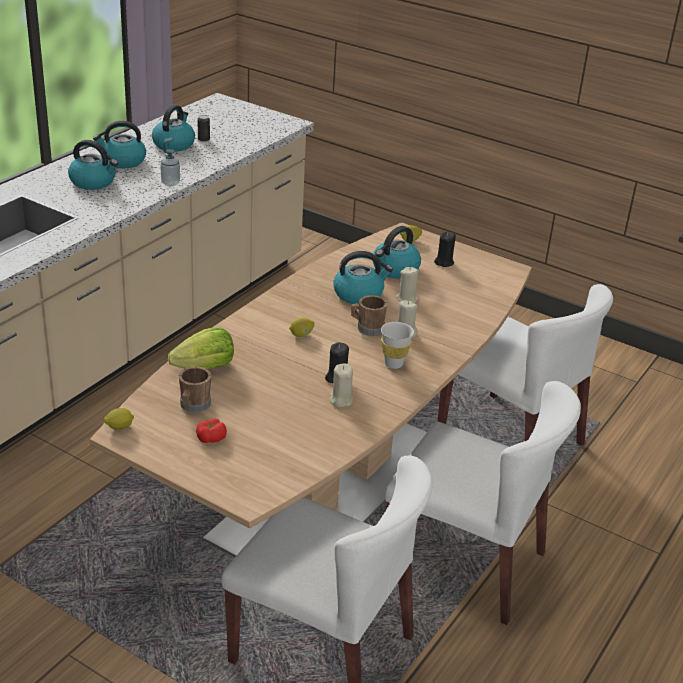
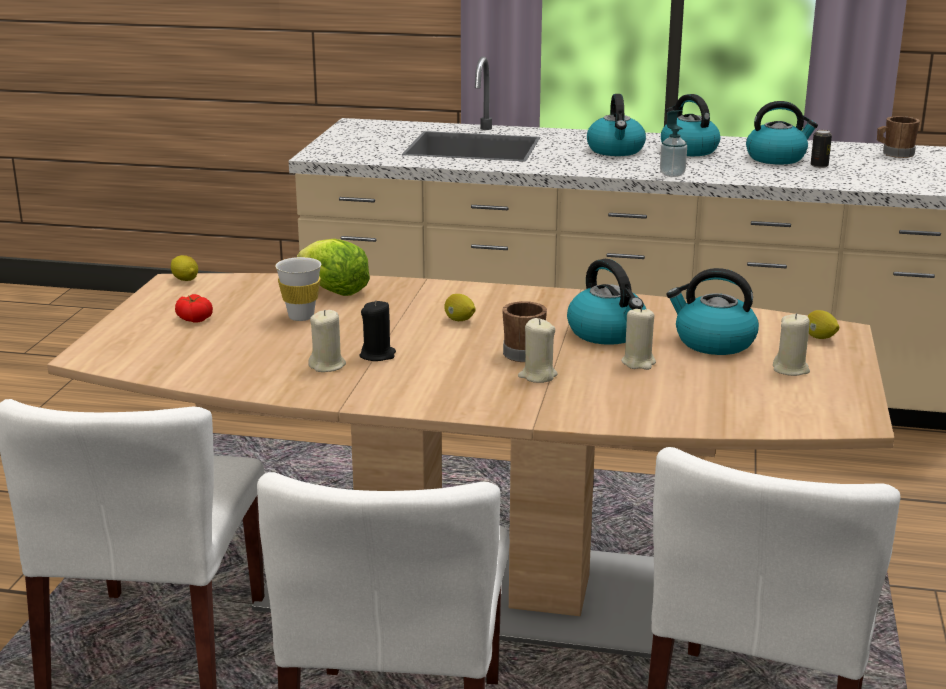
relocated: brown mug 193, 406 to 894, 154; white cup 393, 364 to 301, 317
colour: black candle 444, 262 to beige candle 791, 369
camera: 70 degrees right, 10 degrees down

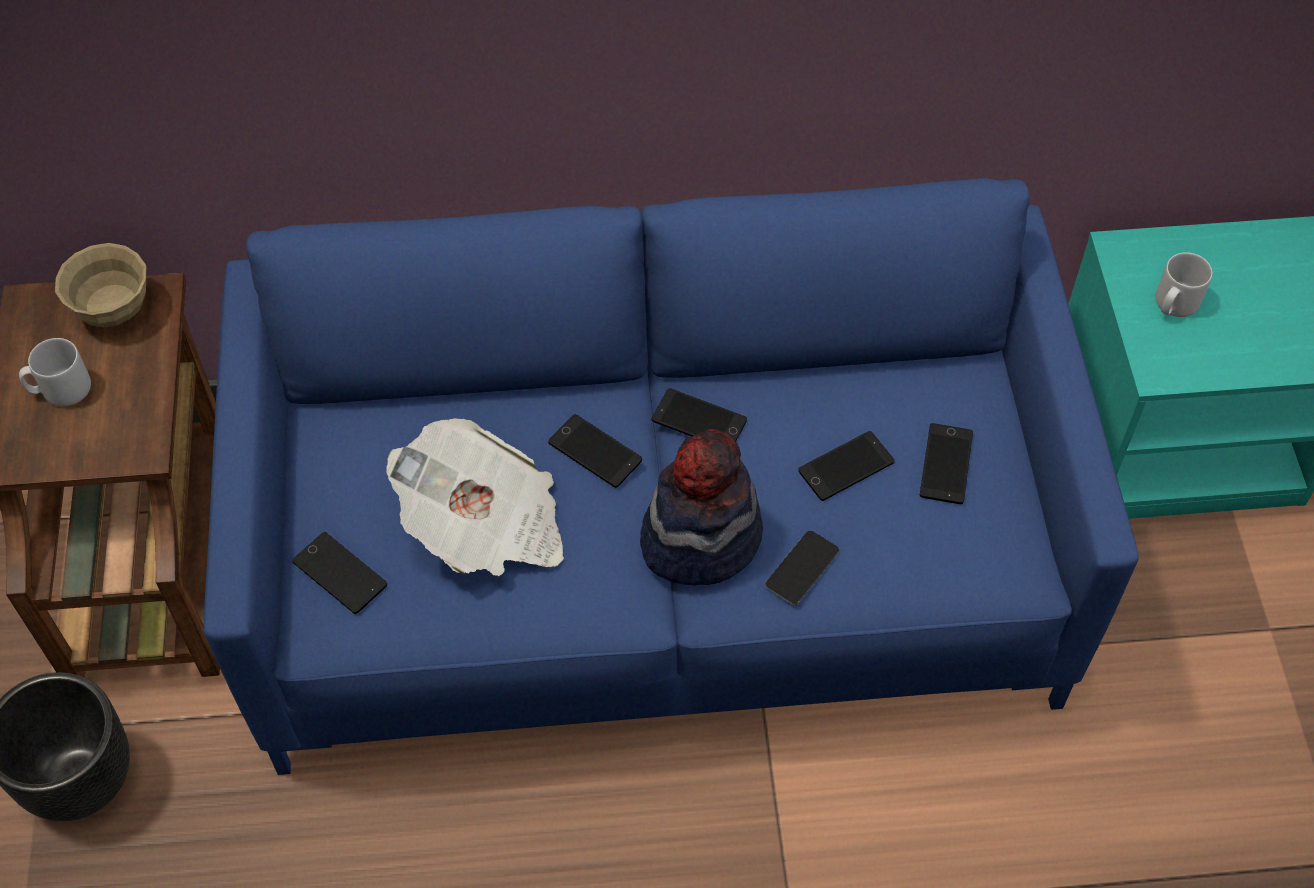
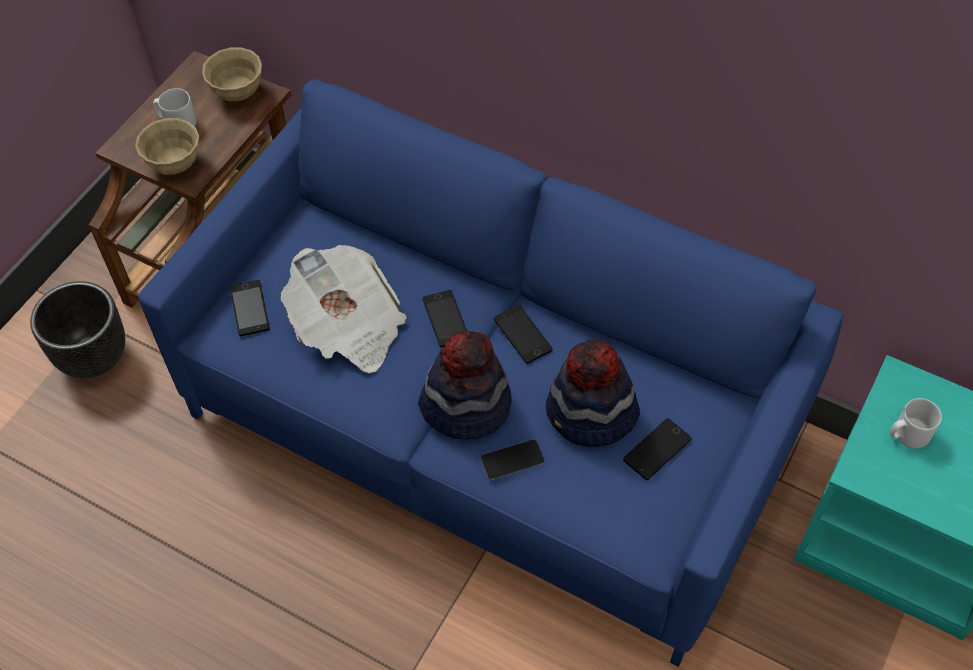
appeared: beige bowl 174, 164
exchanged: phone 846, 466 to hat 591, 414
camera: 35 degrees right, 0 degrees up

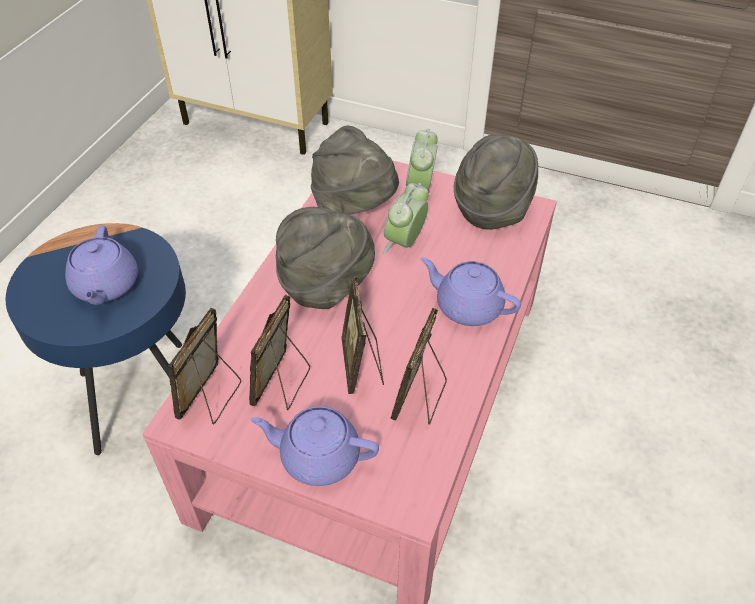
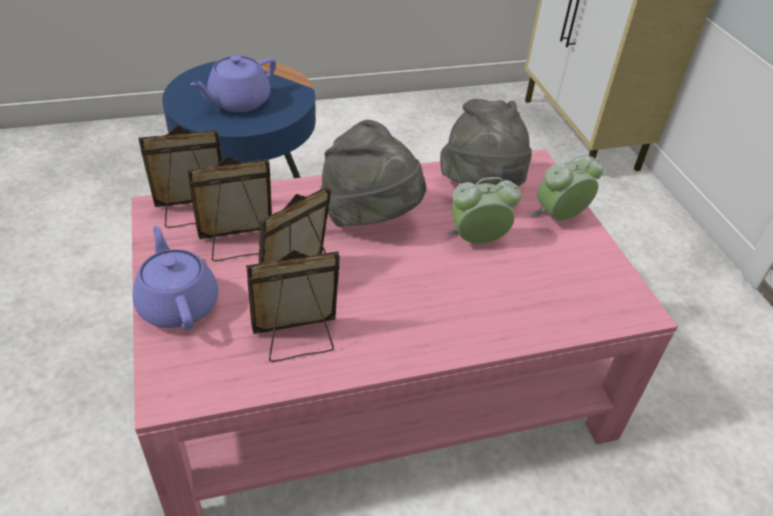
missing: purple teapot 467, 306; grey hat 492, 209
camera: 50 degrees right, 5 degrees down

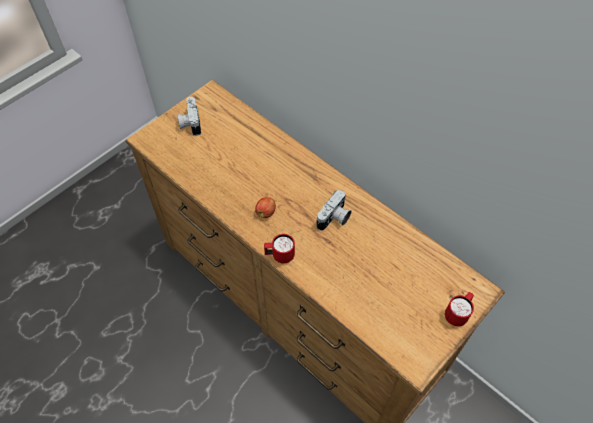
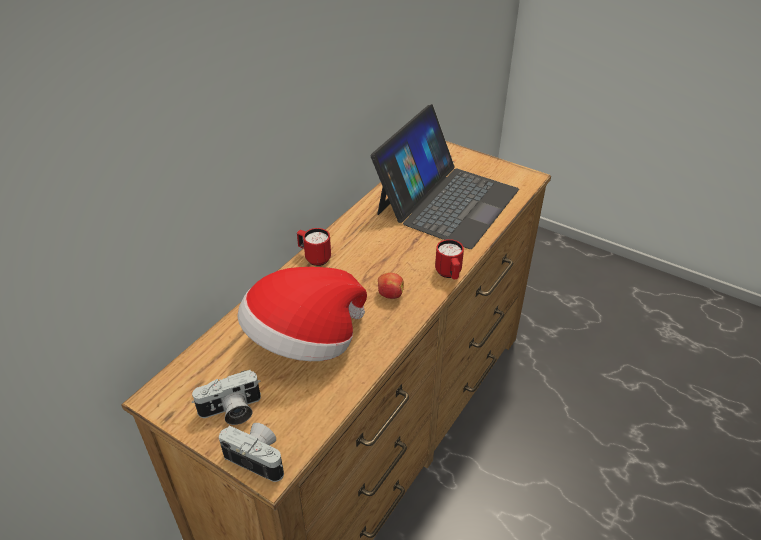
appeared: hat 304, 341; laptop 446, 201
relocated: photo camera 334, 219 to 259, 457; red mug 457, 314 to 314, 258
camera: 100 degrees left, 15 degrees down

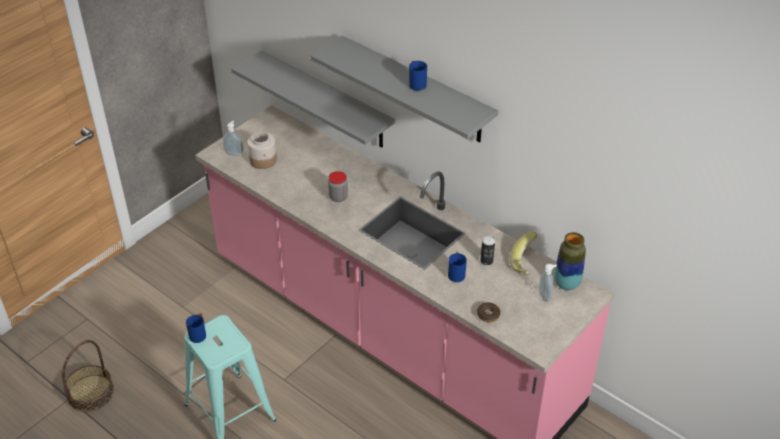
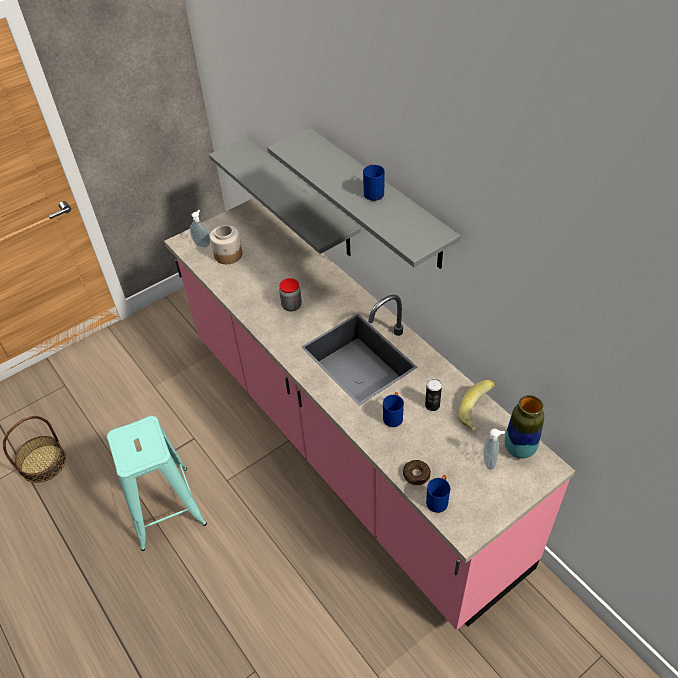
relocated: blue mug 199, 334 to 438, 499
camera: 15 degrees right, 5 degrees up

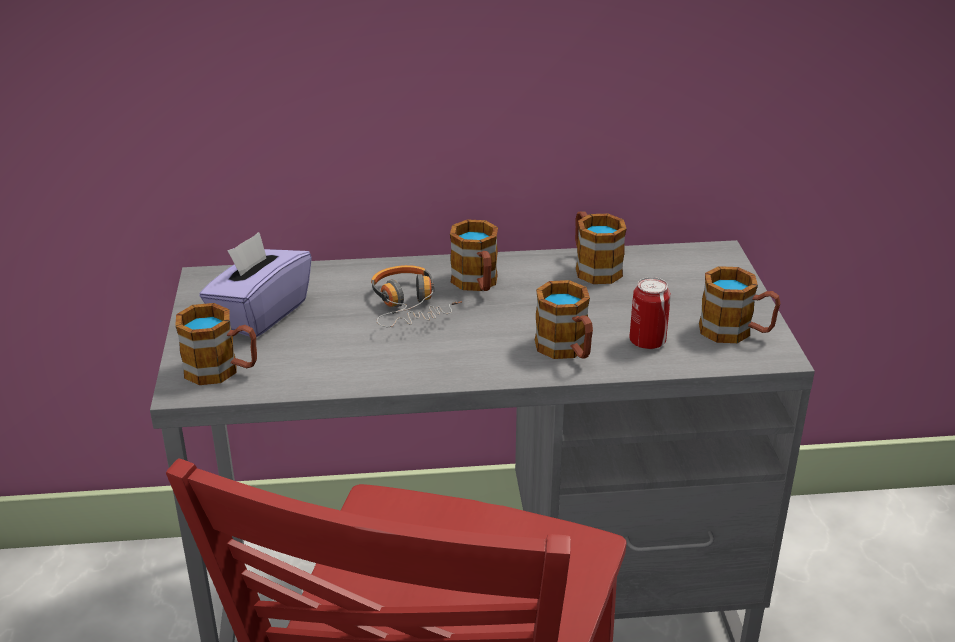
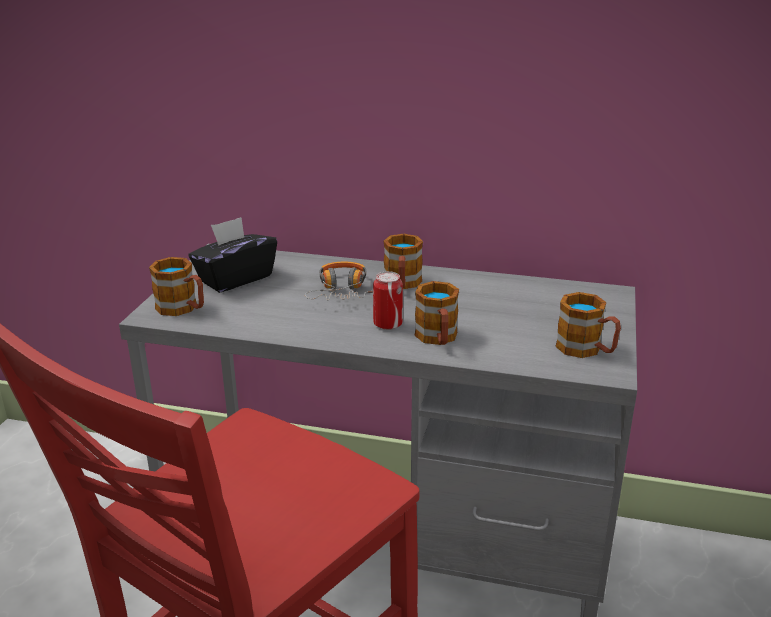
missing: mug 593, 267
relocated: can 647, 342 to 388, 324
colour: purple tissue box 260, 314 to black tissue box 235, 278
camera: 20 degrees right, 5 degrees down

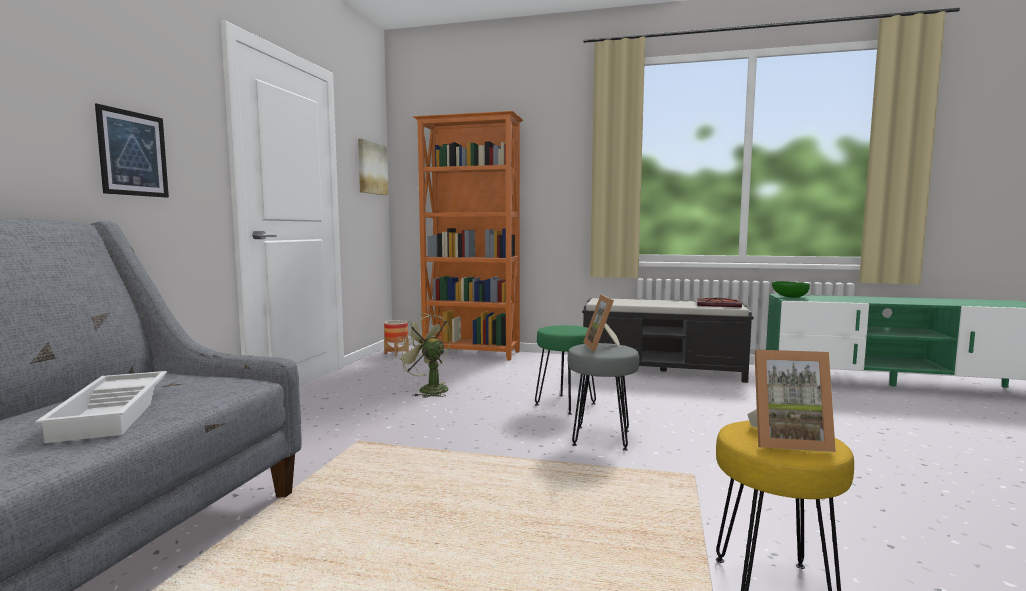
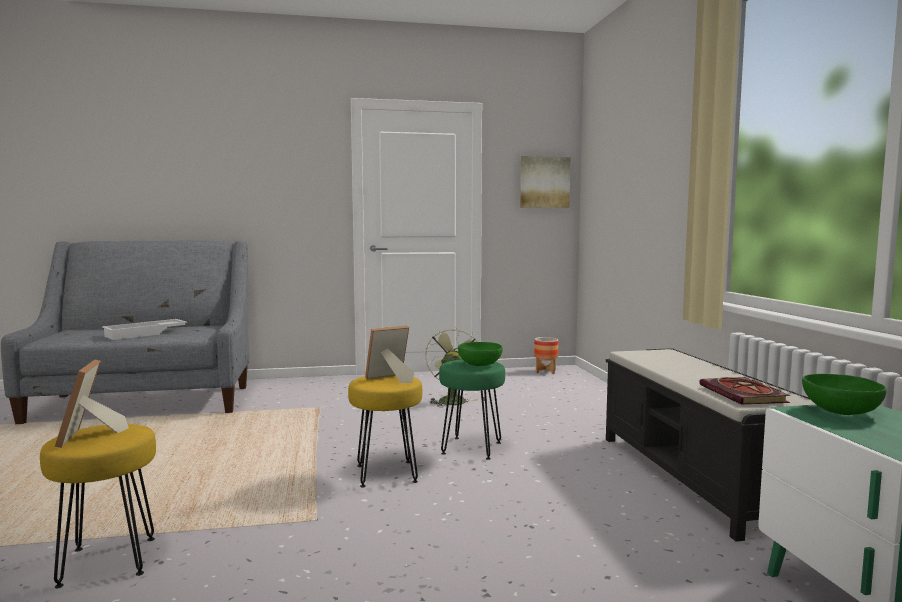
missing: picture 133, 153; orange bookcase 472, 353
appeared: green bowl 480, 364
colour: grey stool 602, 437 to yellow stool 387, 474
camera: 65 degrees right, 0 degrees up

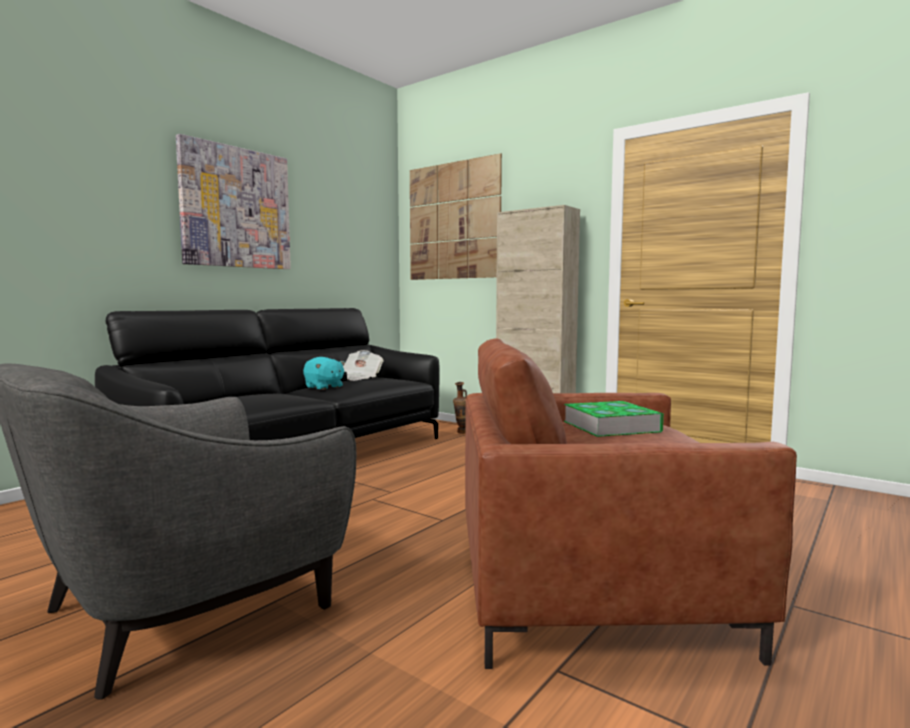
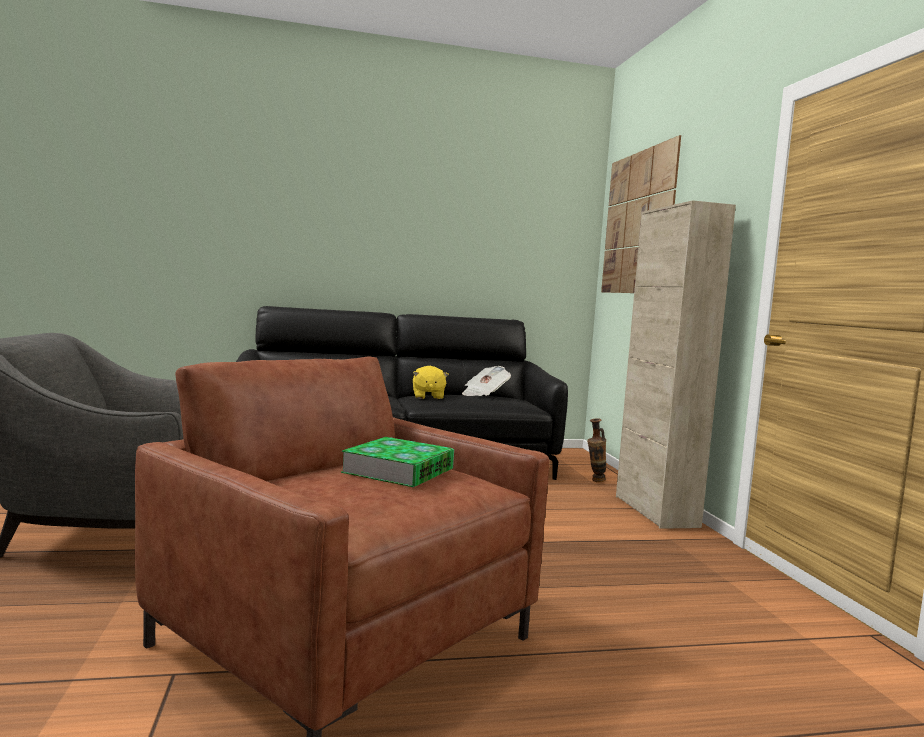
missing: picture 236, 208
colour: turquoise plush toy 324, 387 to yellow plush toy 428, 397
camera: 40 degrees right, 0 degrees up

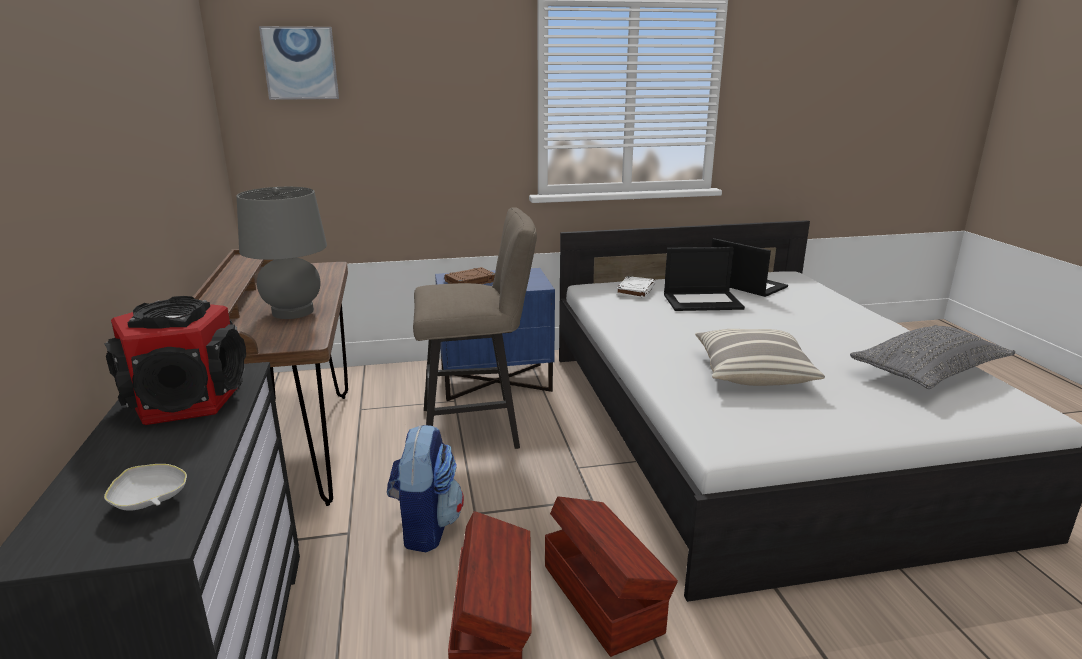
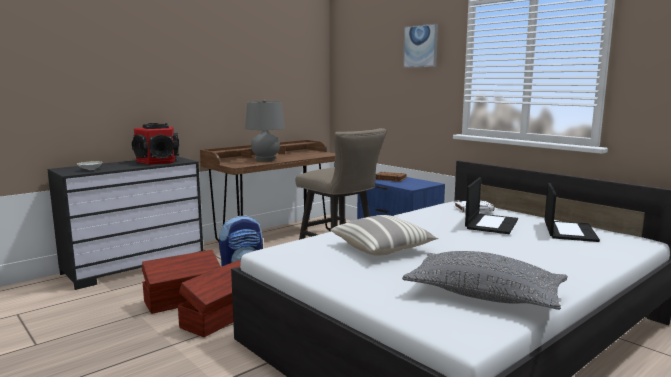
relocated: picture 300, 63 to 420, 46
spun: laptop 703, 301 = 491, 224 120 degrees counterclockwise
camera: 60 degrees right, 10 degrees down

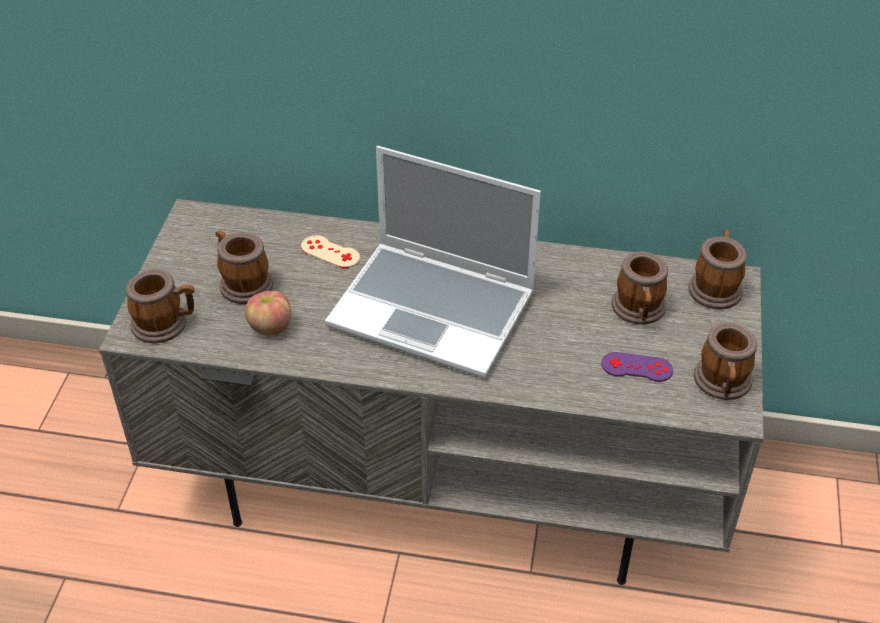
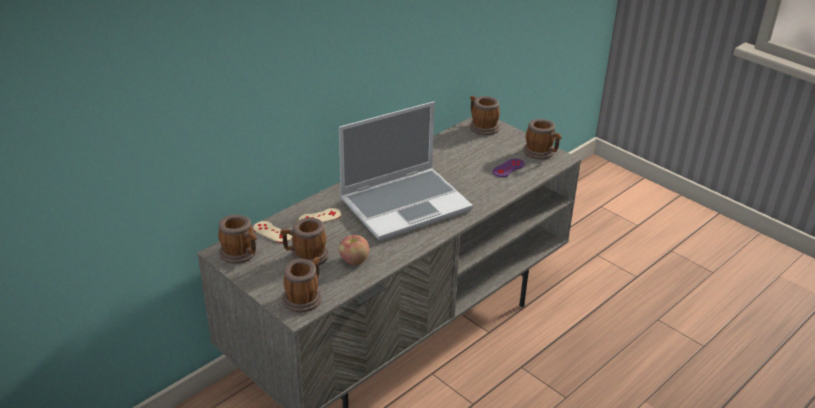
appeared: beige game controller 272, 232
relocated: mug 639, 311 to 241, 254
camera: 55 degrees left, 10 degrees down

